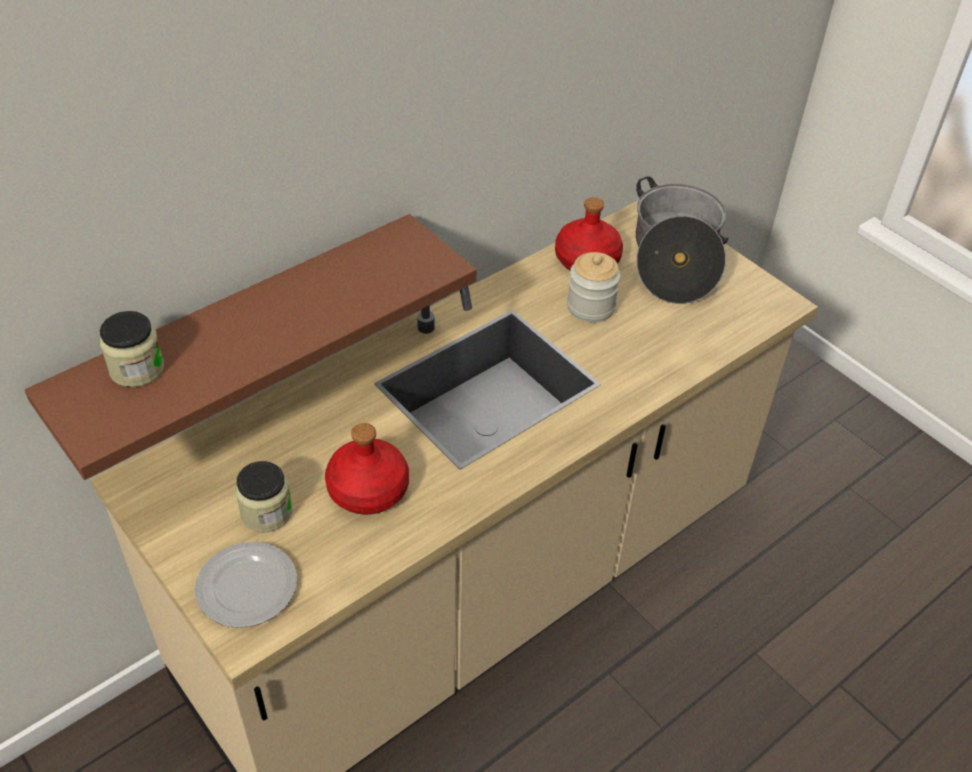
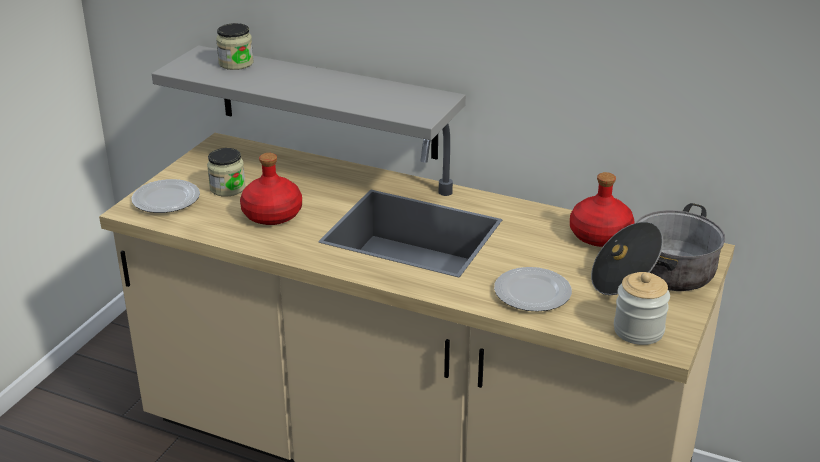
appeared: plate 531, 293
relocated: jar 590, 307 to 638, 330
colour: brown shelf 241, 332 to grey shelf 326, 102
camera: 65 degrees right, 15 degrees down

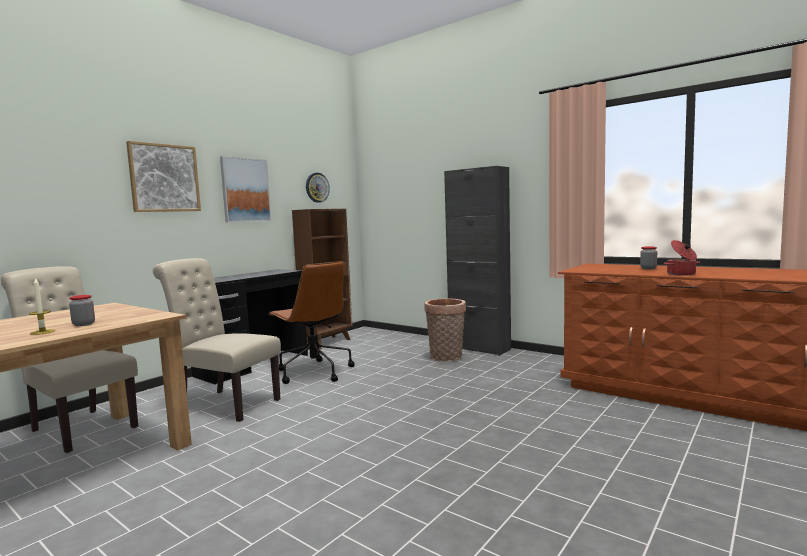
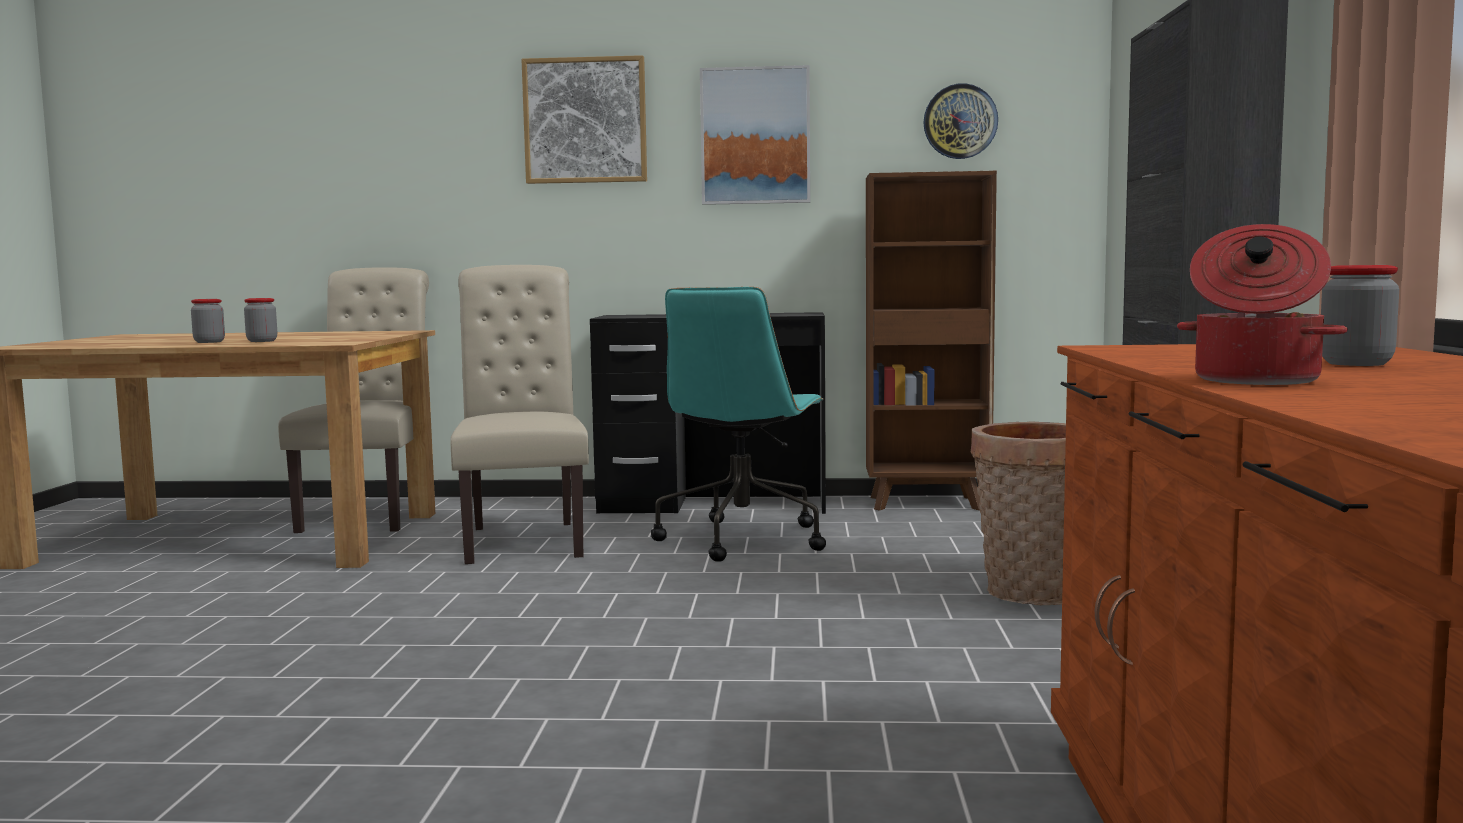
exchanged: candle 42, 332 to jar 209, 342
colour: brown office chair 313, 372 to turquoise office chair 742, 539
camera: 55 degrees right, 0 degrees up

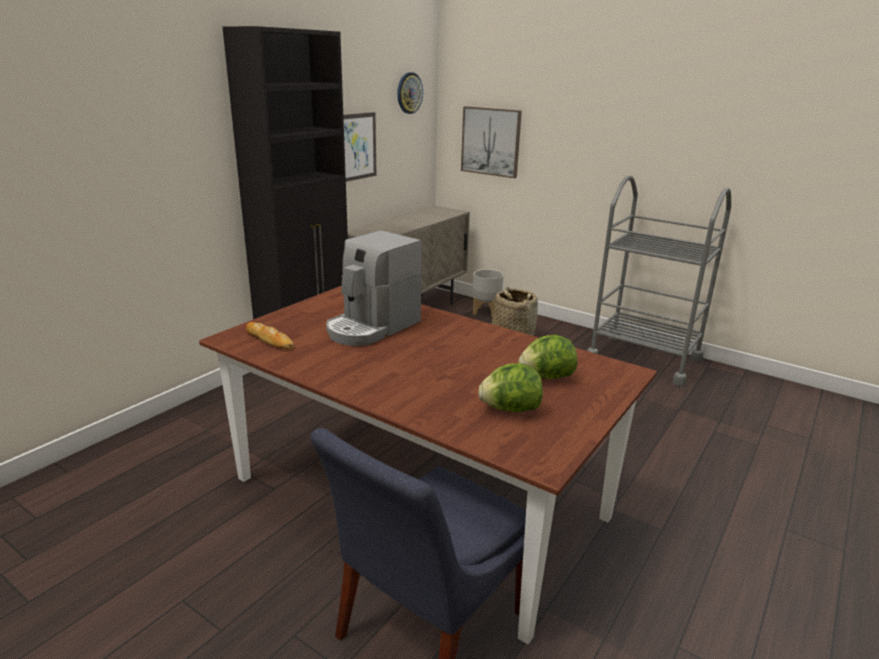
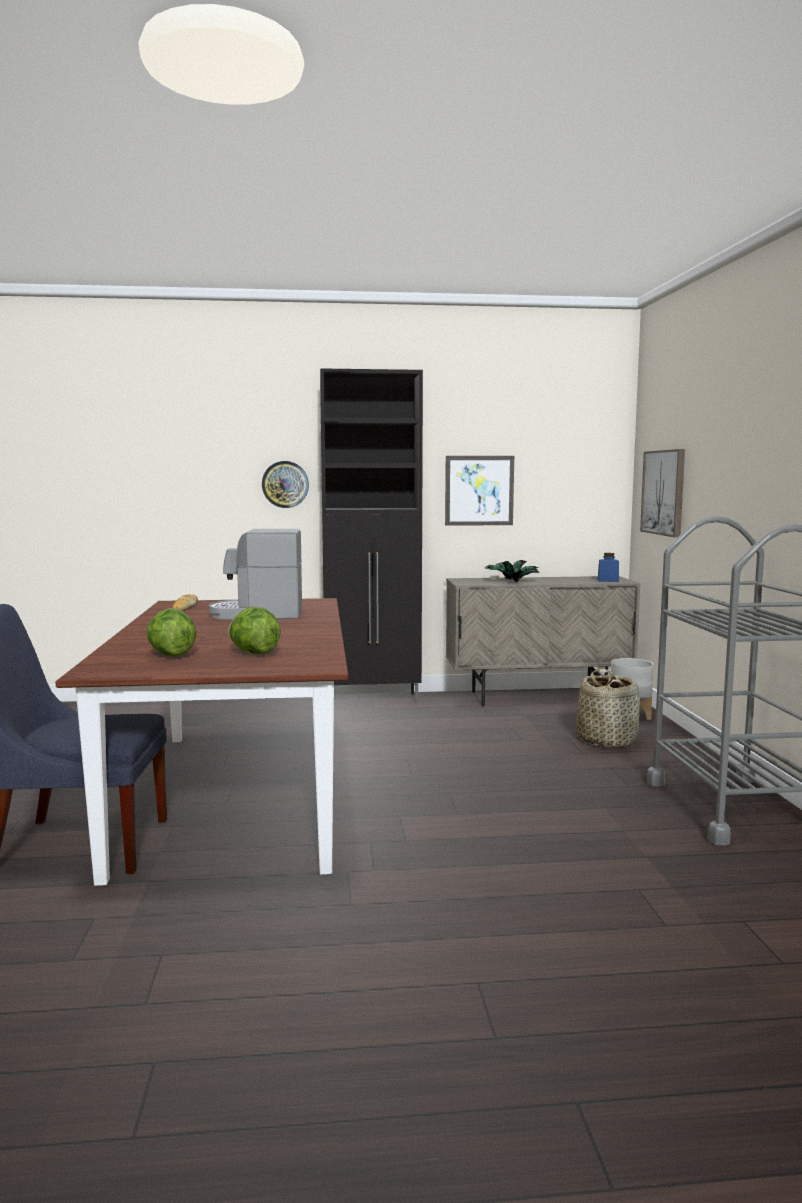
appeared: potted plant 511, 582; blue jar 608, 580
relocated: wall clock 409, 93 to 285, 484
camera: 50 degrees right, 15 degrees down

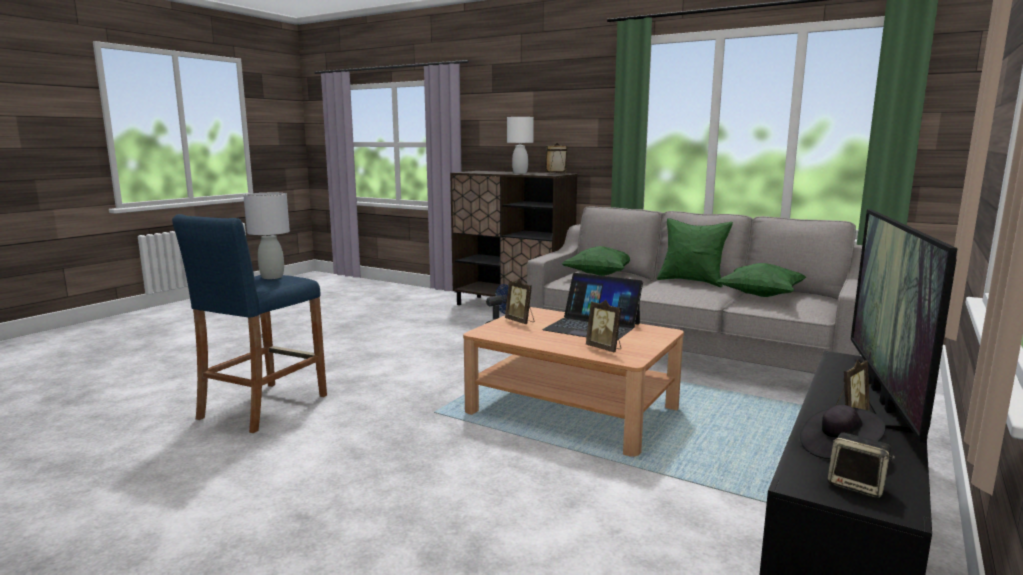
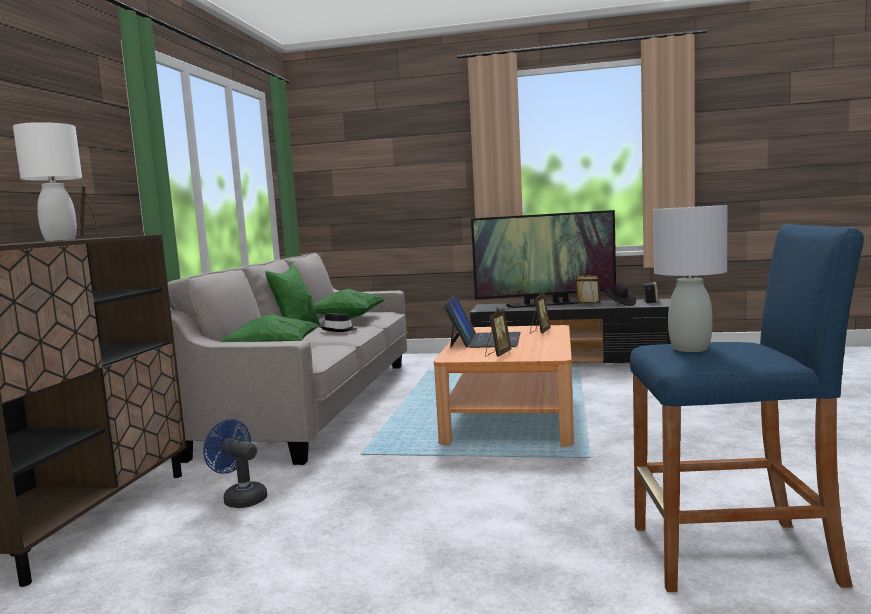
appeared: black hat 339, 330
camera: 110 degrees left, 5 degrees down

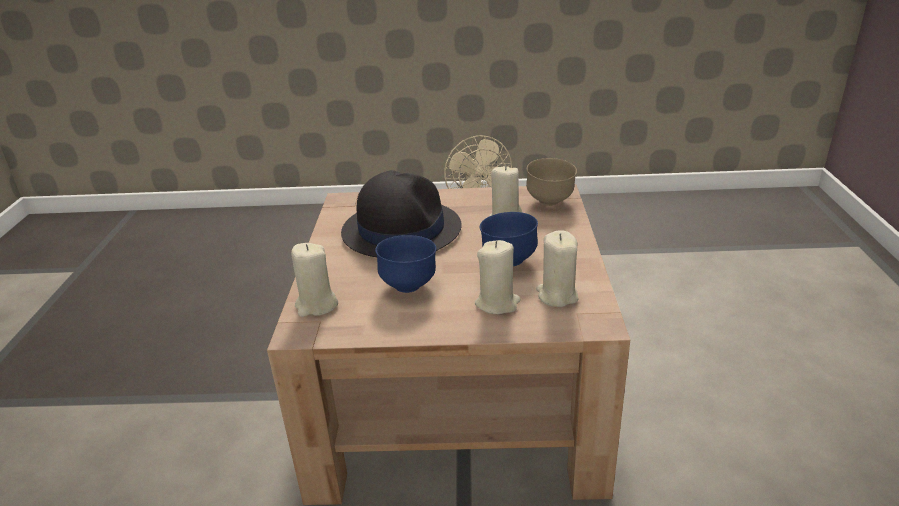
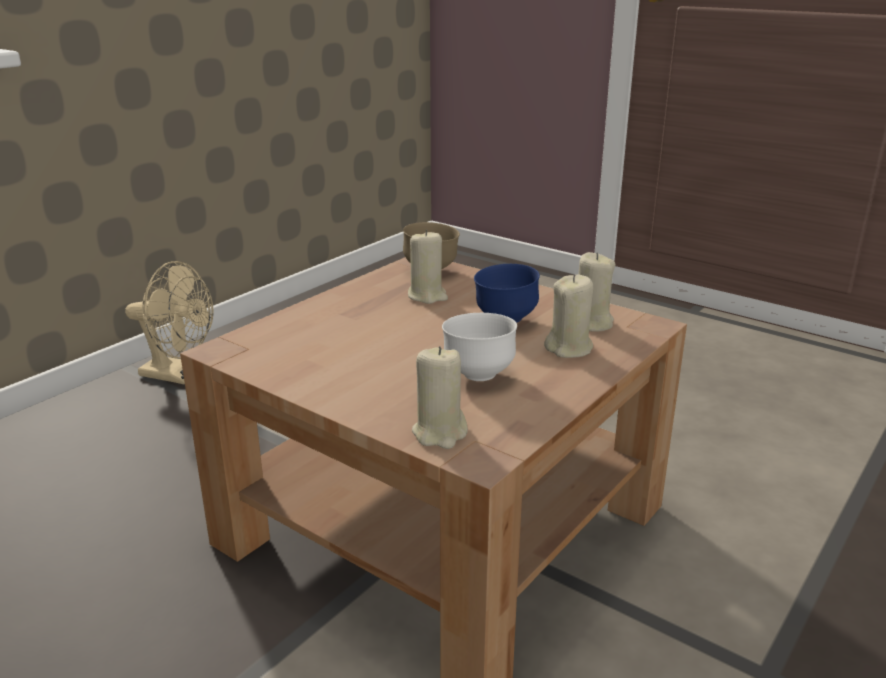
missing: black hat 401, 230
colour: blue bowl 409, 286 to white bowl 478, 375
camera: 55 degrees left, 5 degrees down

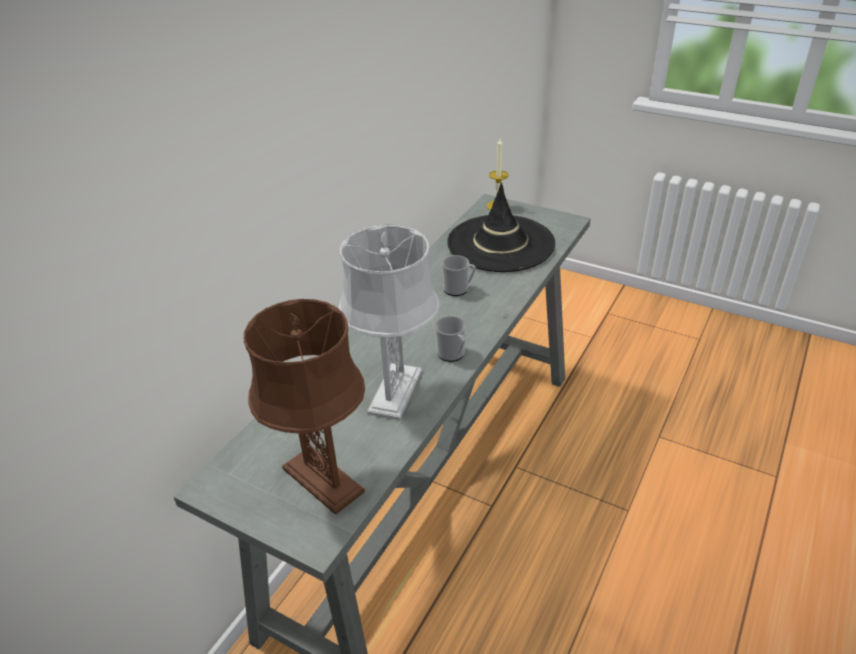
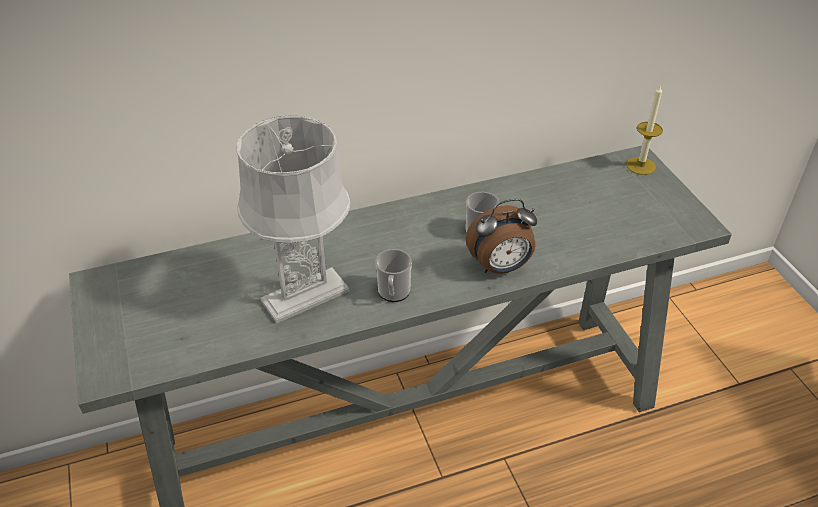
missing: brown table lamp 323, 480; black hat 500, 244
appeared: alarm clock 500, 267
camera: 40 degrees right, 5 degrees up

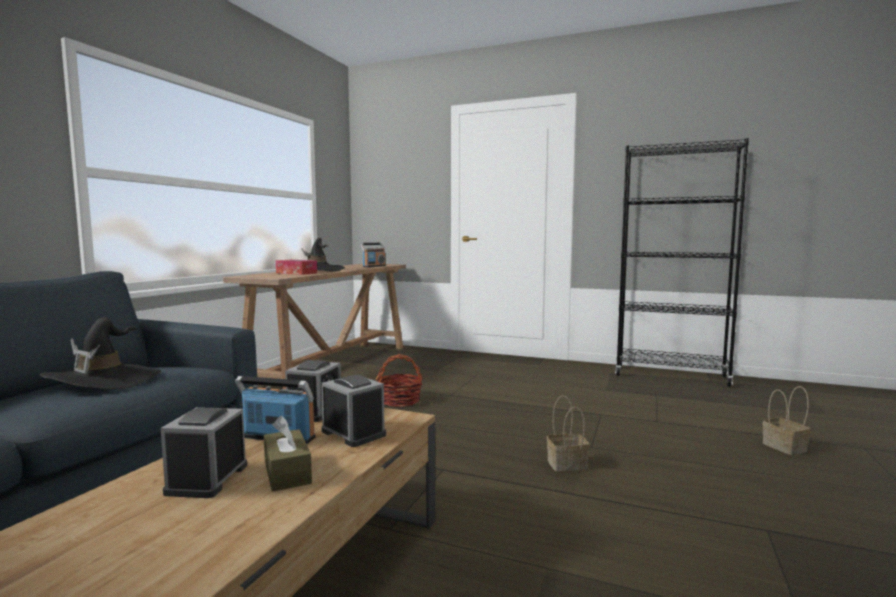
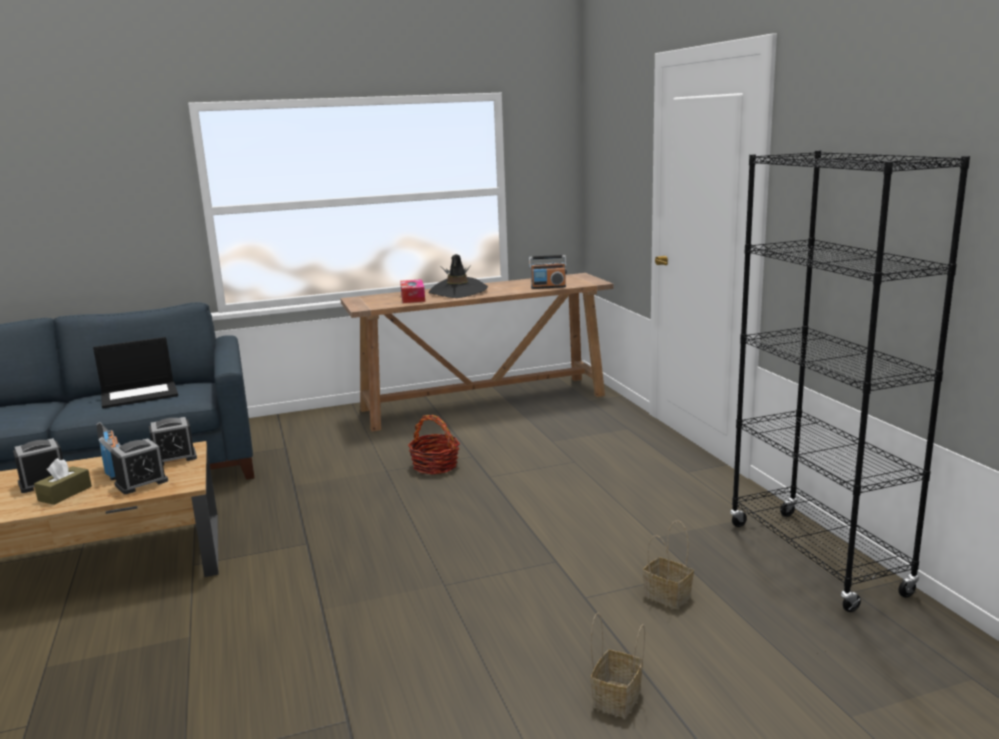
relocated: basket 566, 465 to 665, 596
exchanged: black hat 104, 381 to laptop 140, 394
spun: alarm clock 353, 433 = 141, 483 45 degrees clockwise
camera: 50 degrees right, 10 degrees up

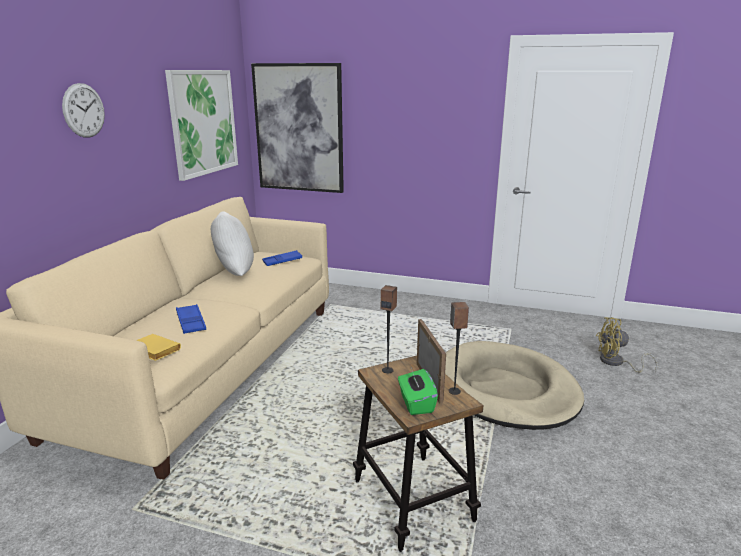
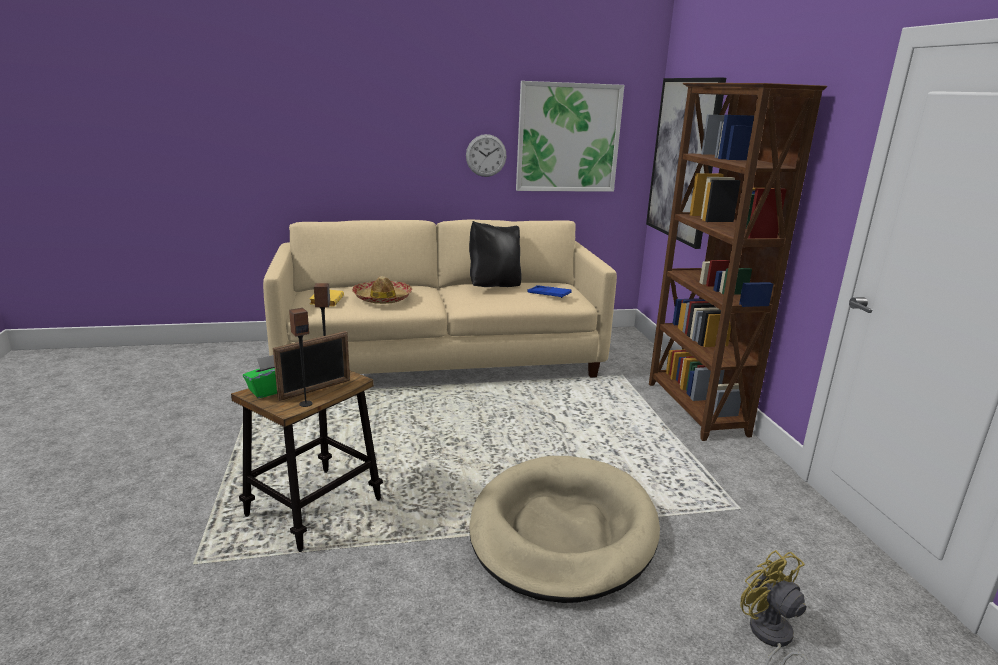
appeared: brown bookcase 695, 409
relocated: wall clock 84, 110 to 486, 155
exchanged: blue tray 191, 322 to hat 382, 298
colour: white pillow 233, 273 to black pillow 494, 287
camera: 60 degrees right, 0 degrees up

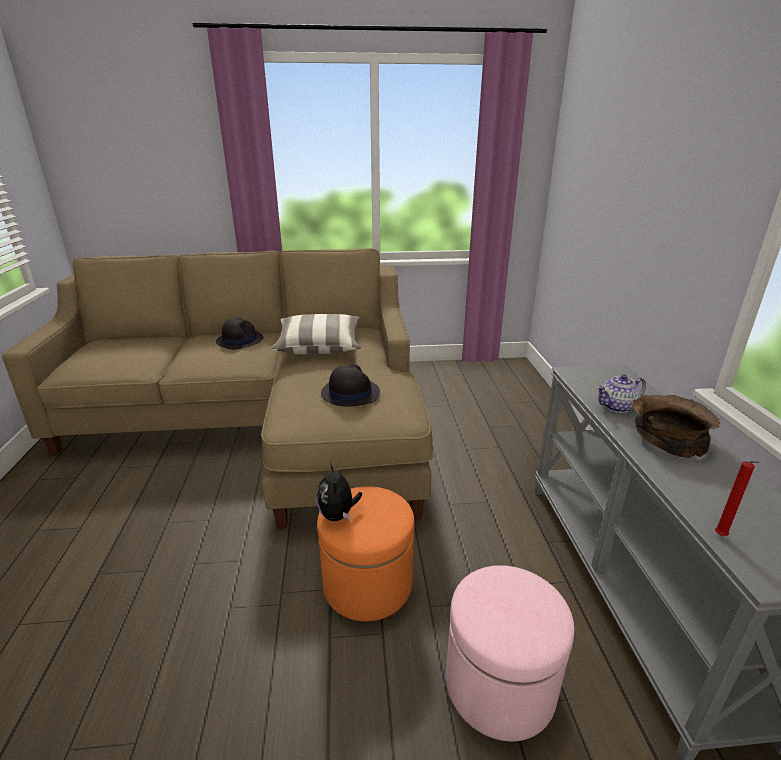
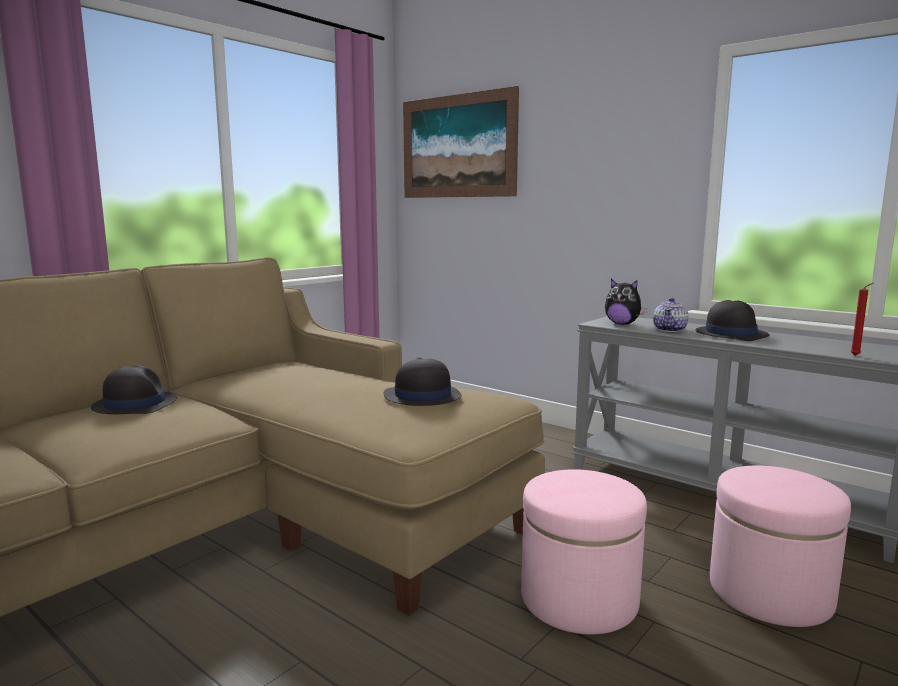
missing: pillow 319, 347
appeared: picture 457, 146
relocated: plush toy 338, 515 to 622, 324
exchanged: brown bowl 667, 438 to black hat 730, 334
colour: orange ottoman 367, 584 to pink ottoman 579, 599
camera: 45 degrees left, 15 degrees down

